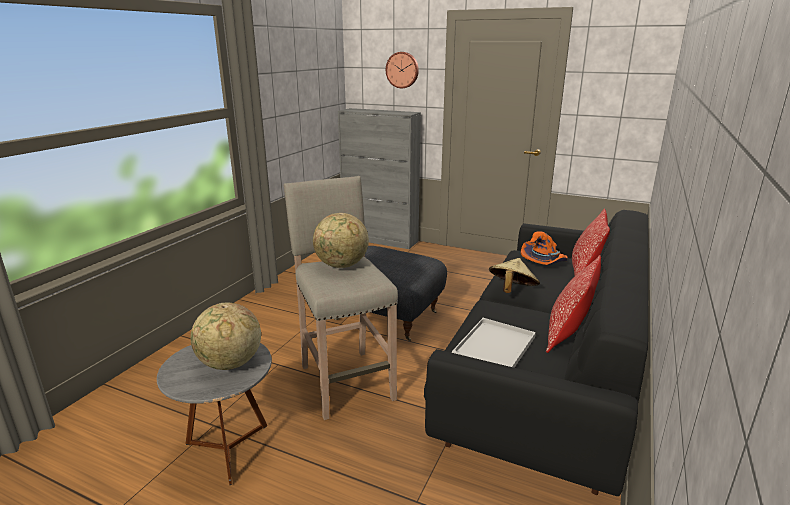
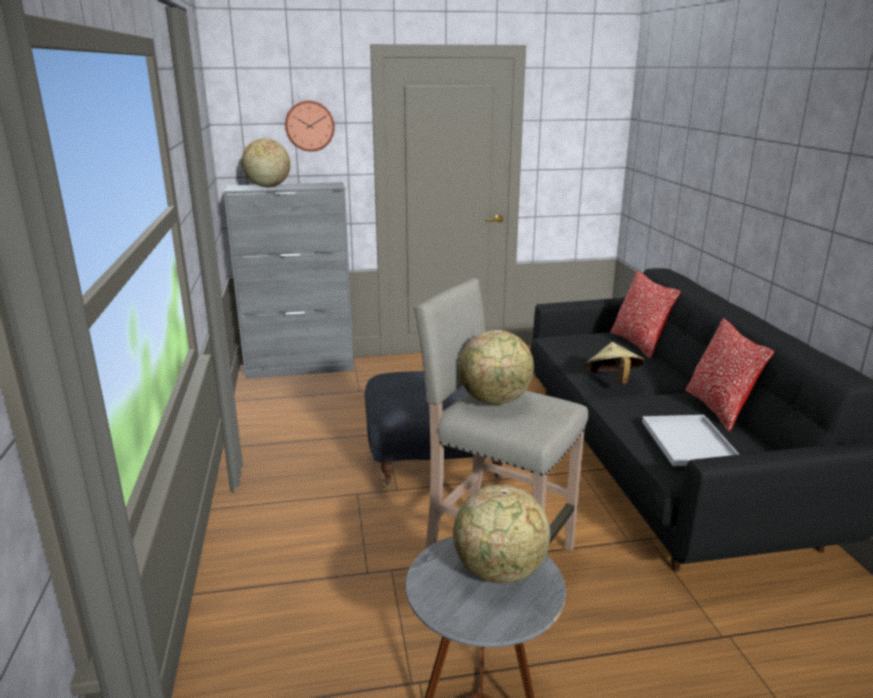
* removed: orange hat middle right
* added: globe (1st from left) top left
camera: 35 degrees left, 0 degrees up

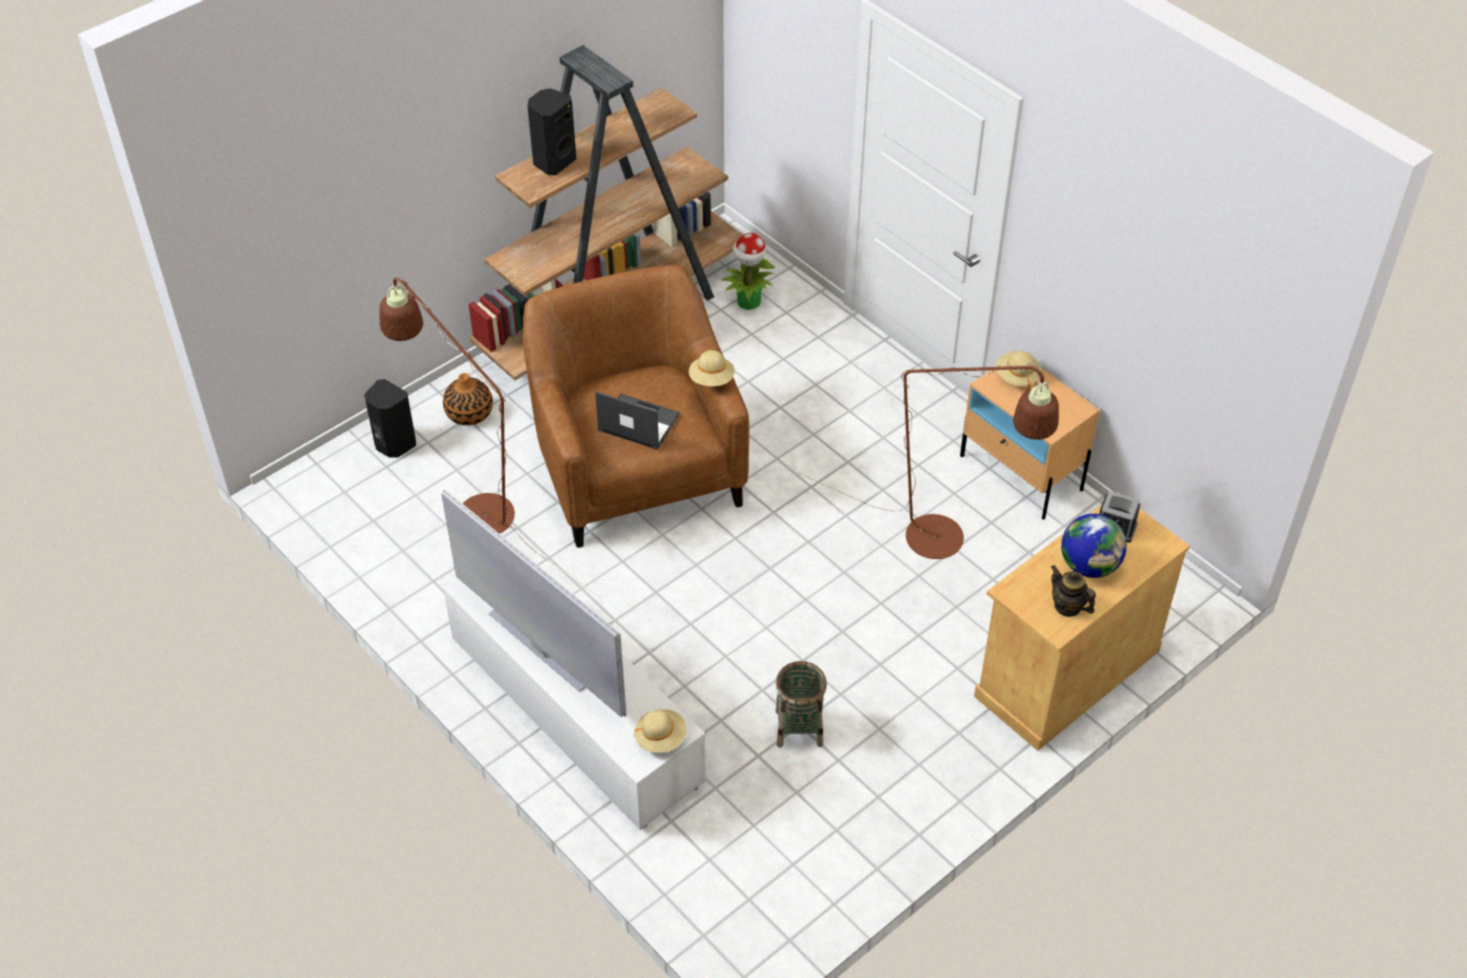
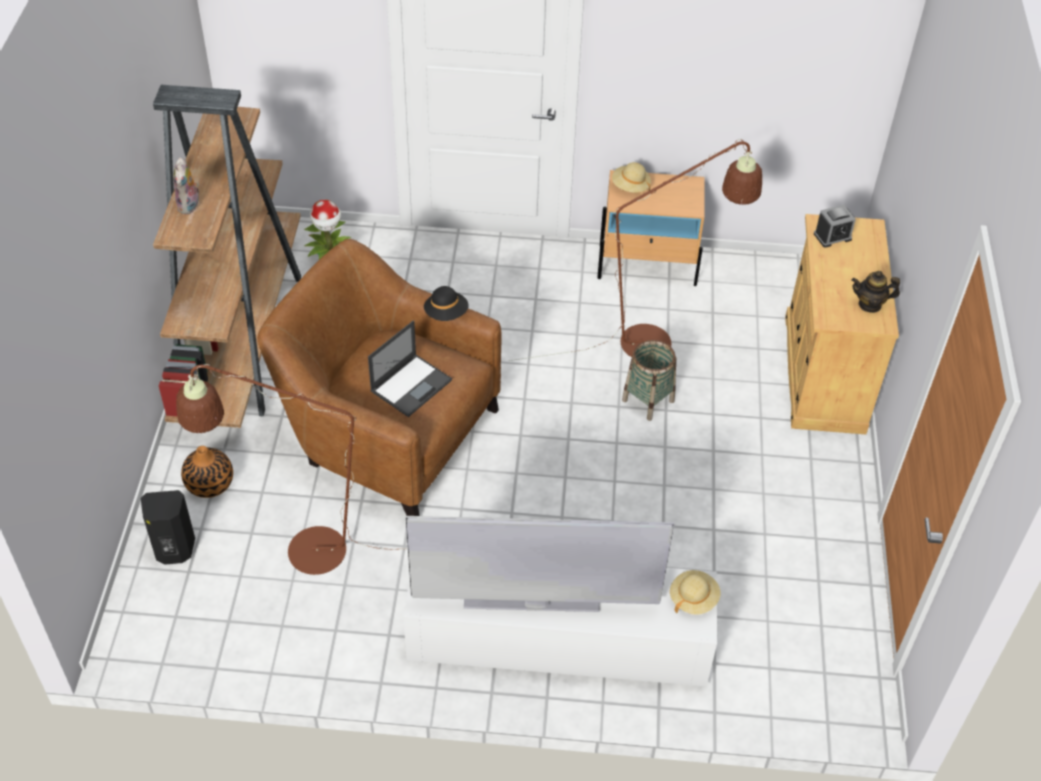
* replaced: black speaker (2nd from left) top centre to plush toy top left
* turned: laptop centre = centre 150 degrees clockwise
* recoloured: beige hat (2nd from left) centre to black hat centre
* moved: basket bottom centre to centre
* removed: globe middle right
camera: 45 degrees left, 0 degrees up

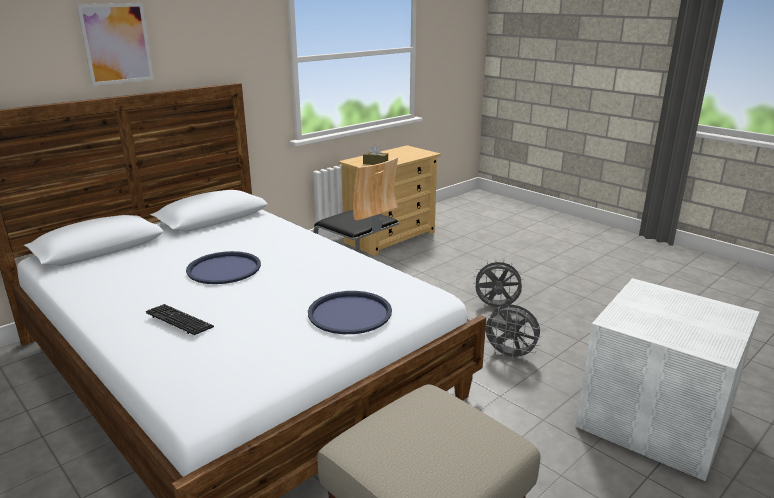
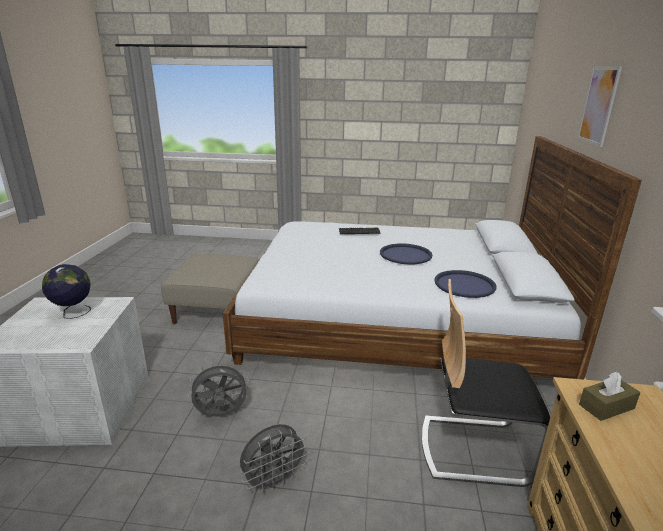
* moved: blue tray (2nd from left) centre to middle right
* added: globe middle left
camera: 140 degrees right, 0 degrees up

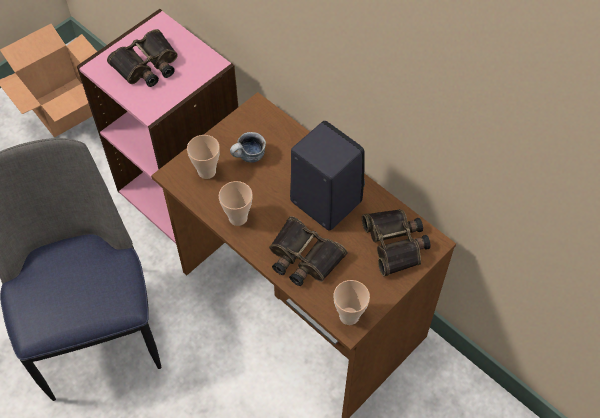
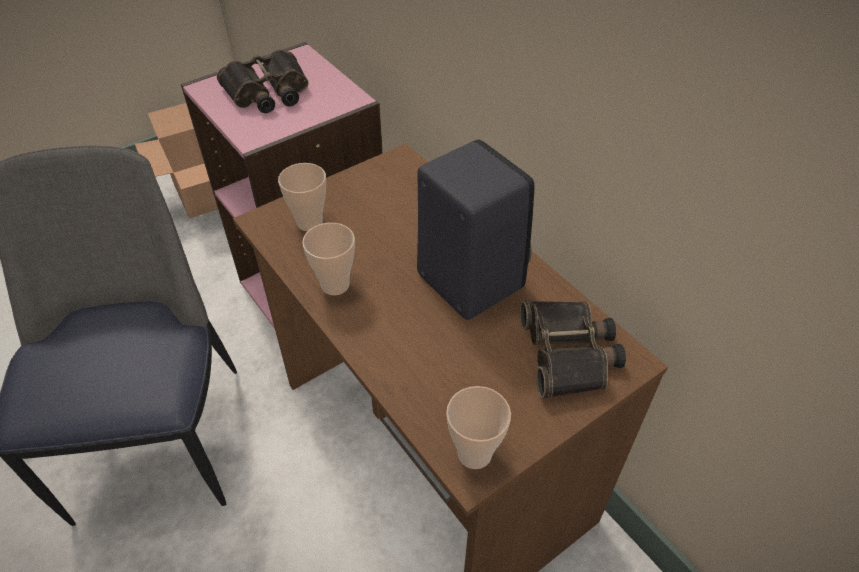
* removed: mug centre
* removed: binoculars (2nd from left) centre
camera: 10 degrees right, 10 degrees down

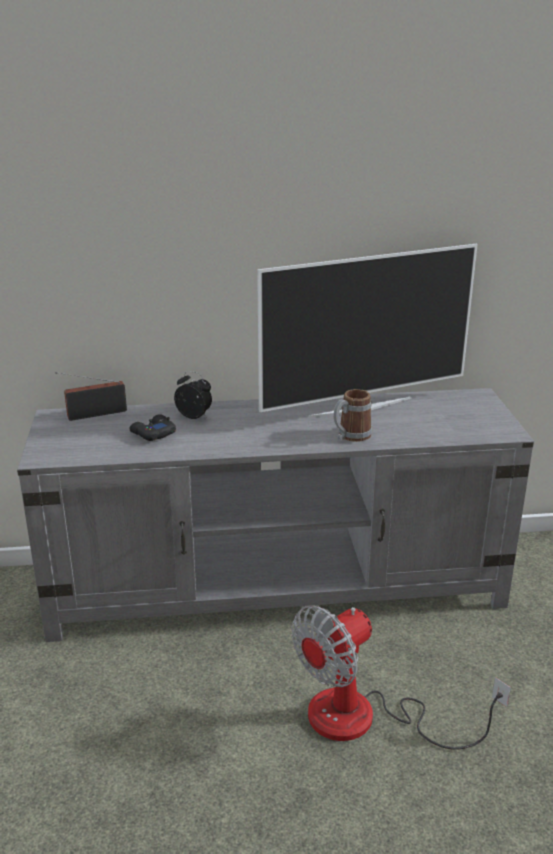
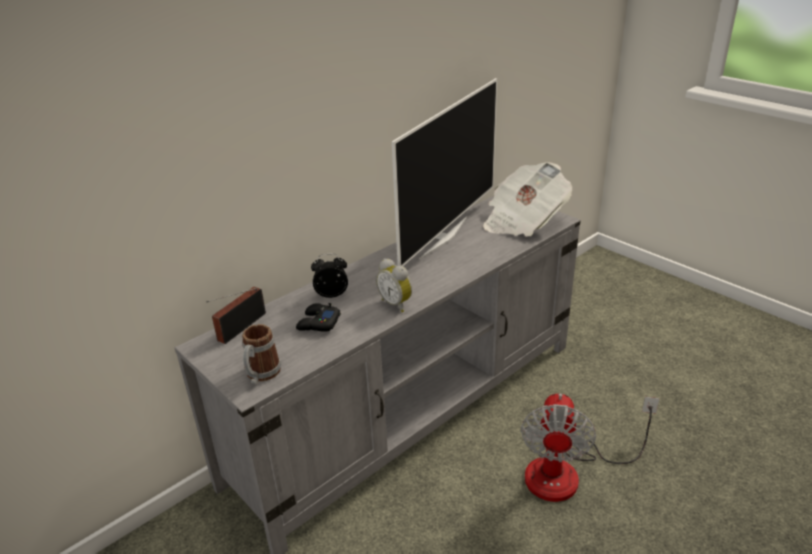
* moved: mug centre to middle left
* added: alarm clock (2nd from left) centre
* added: newspaper centre
camera: 35 degrees left, 5 degrees up

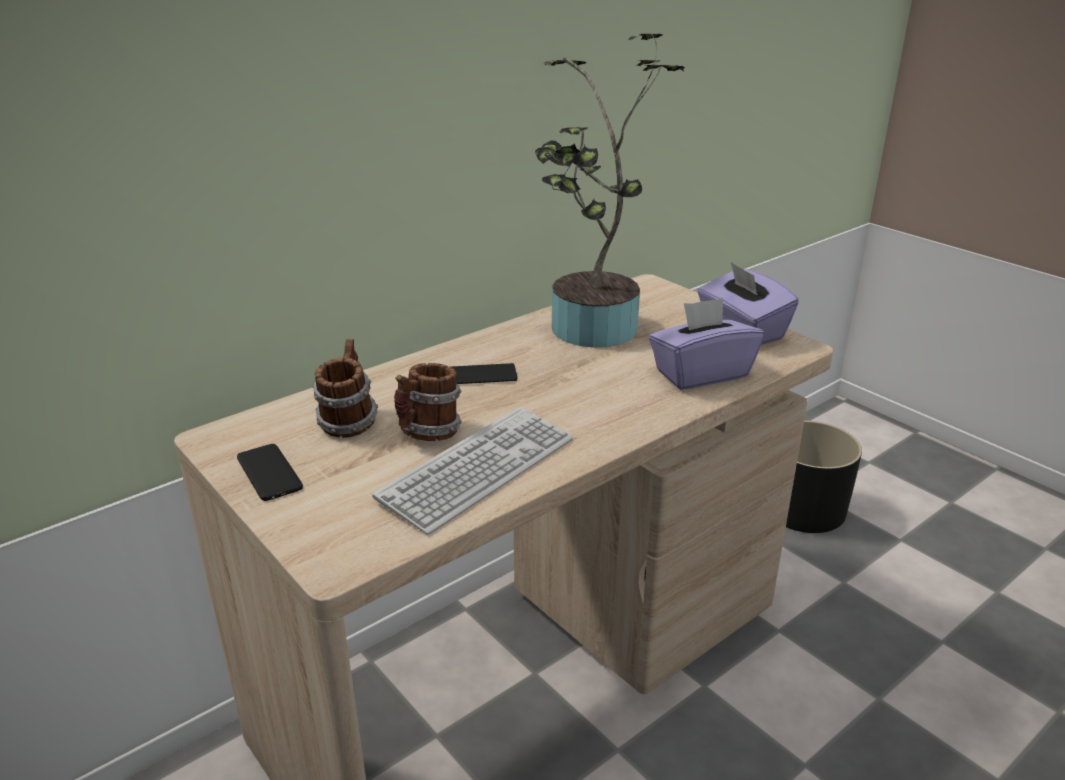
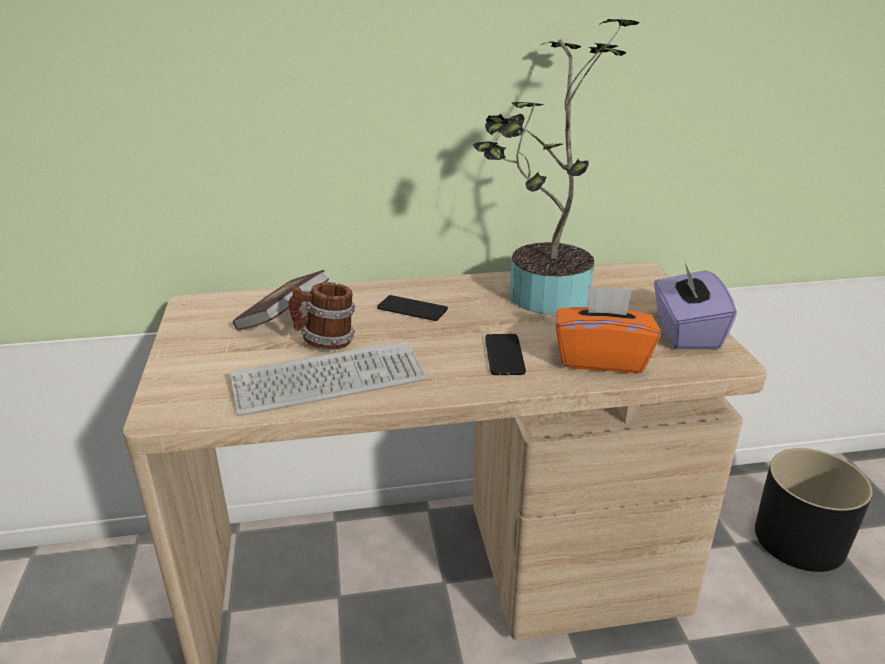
* moved: phone (1st from left in the first image) middle left to phone (2nd from left) centre
* replaced: mug (1st from left) middle left to book middle left
* recoloured: purple tissue box (1st from left) centre to orange tissue box middle right
camera: 30 degrees right, 0 degrees up

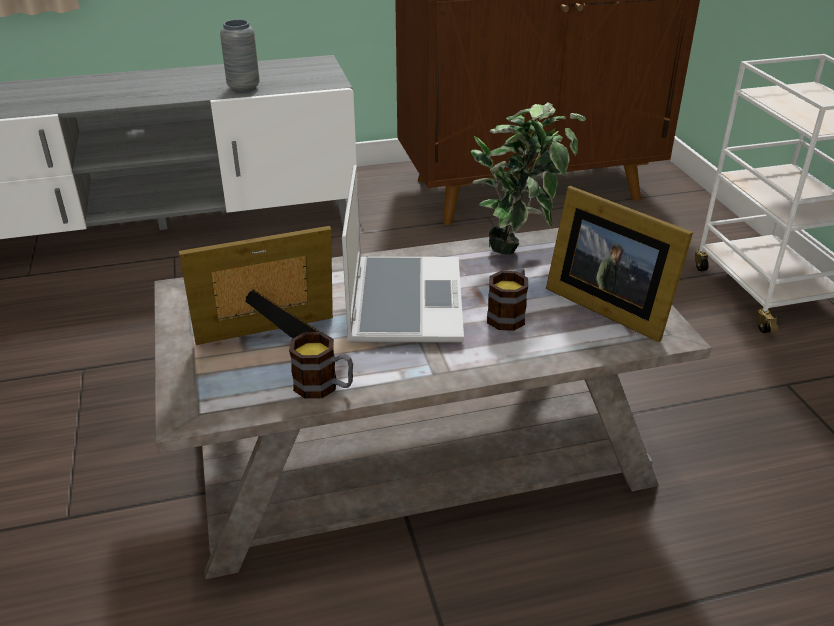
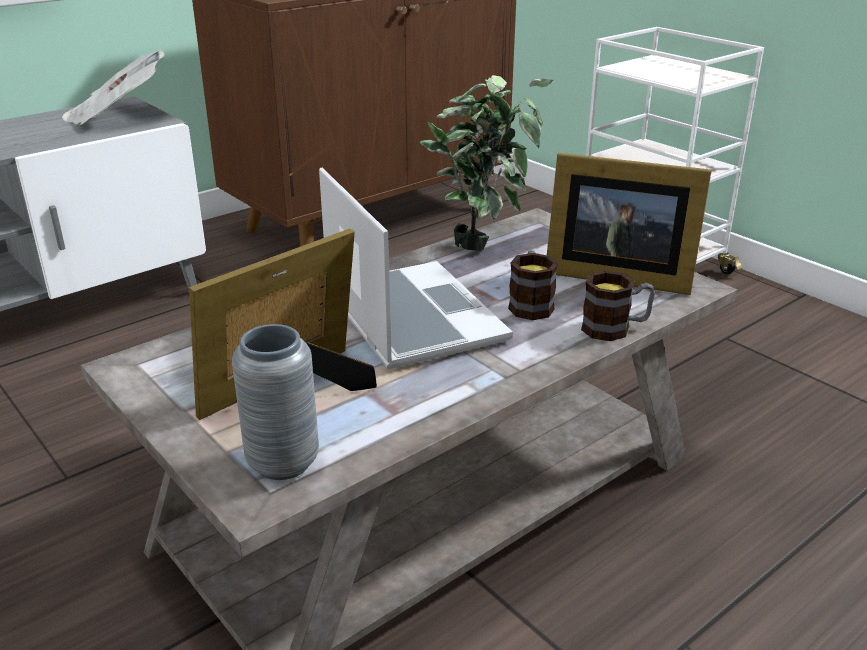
* moved: grey vase top left to middle left
* moved: mug (1st from left in the first image) centre to mug (2nd from left) middle right
* added: newspaper top left
camera: 25 degrees left, 5 degrees down

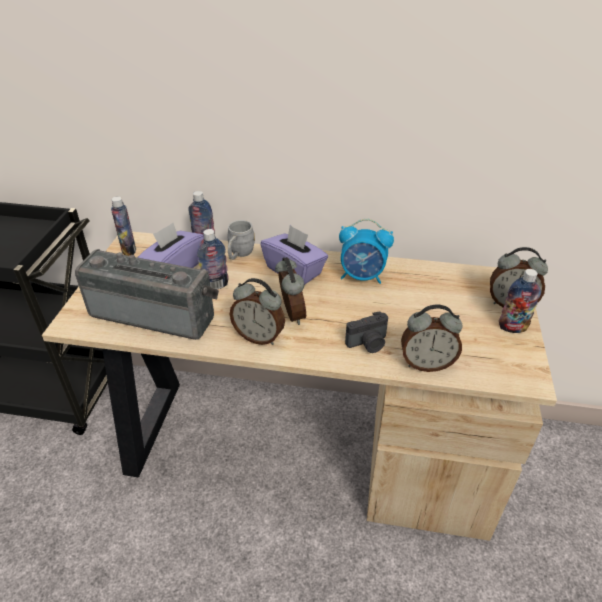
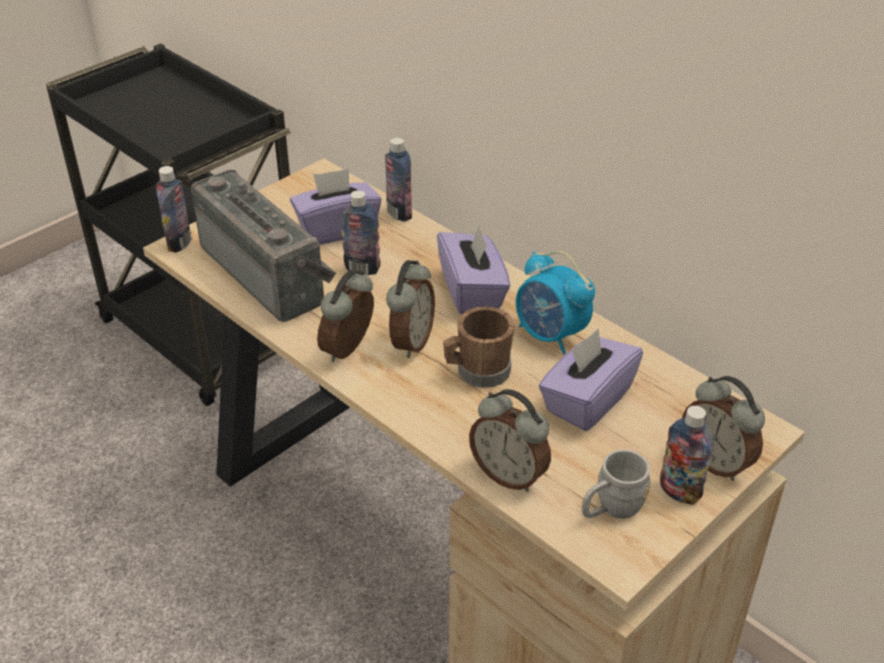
* moved: bottle (1st from left) middle left to top left
* moved: grey mug centre to bottom right
* turned: alarm clock (1st from left) centre = centre 60 degrees clockwise
* removed: photo camera centre
* added: brown mug centre
* added: purple tissue box (3rd from left) middle right
camera: 35 degrees right, 0 degrees up

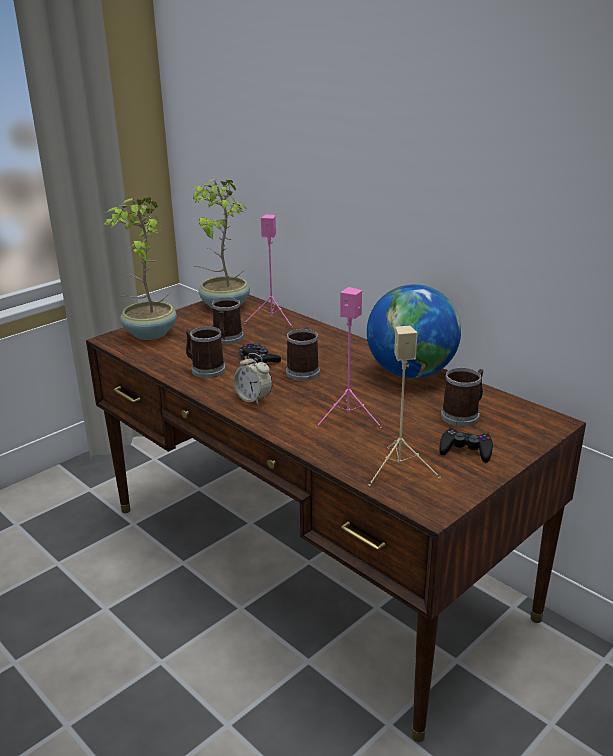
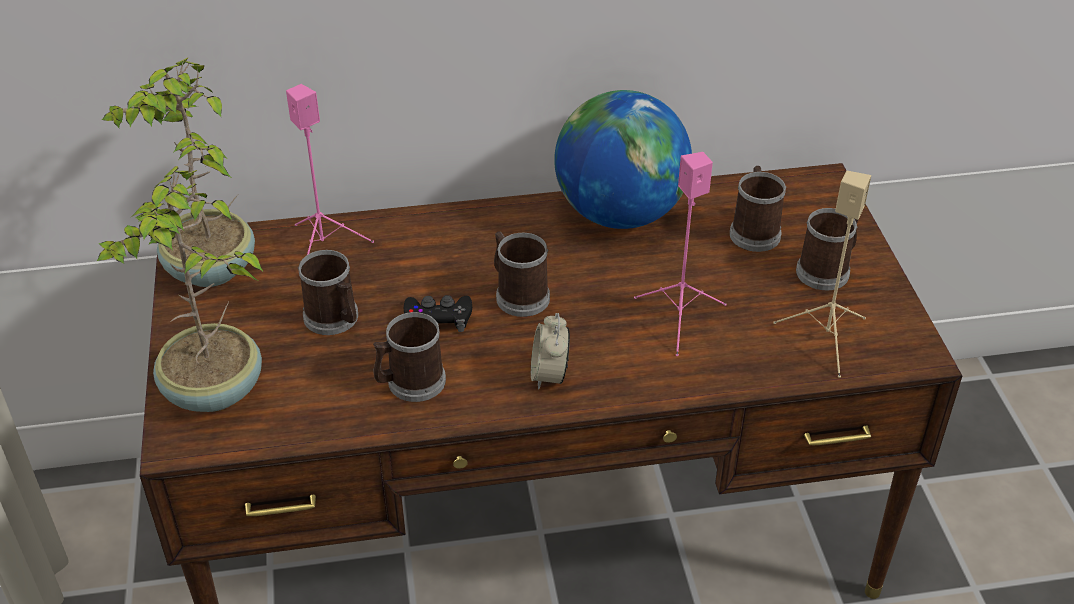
* turned: alarm clock centre = centre 105 degrees clockwise
* replaced: black game controller (2nd from left) middle right to mug (5th from left) middle right
camera: 55 degrees left, 15 degrees up

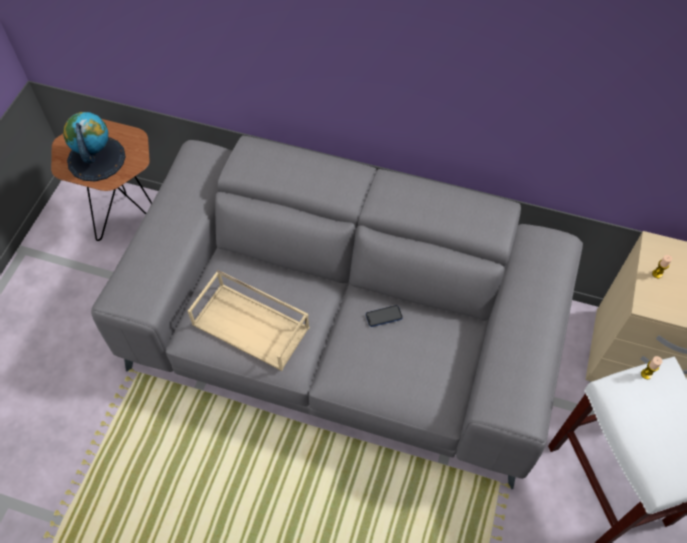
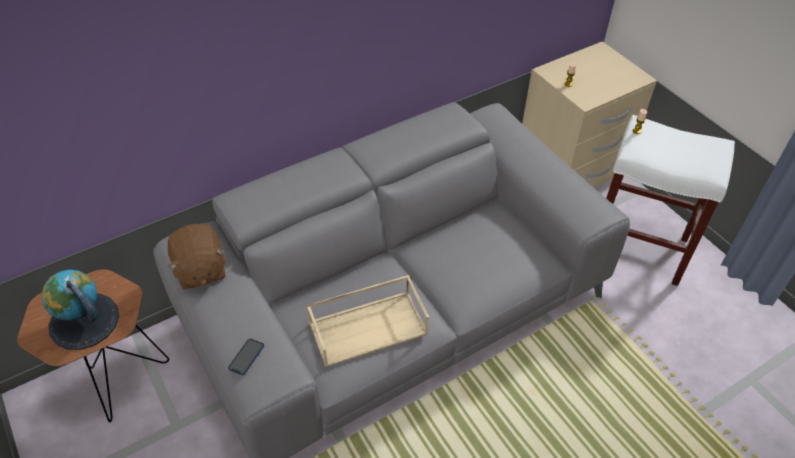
* moved: phone centre to bottom left
* added: brown plush toy middle left
camera: 50 degrees left, 10 degrees down

